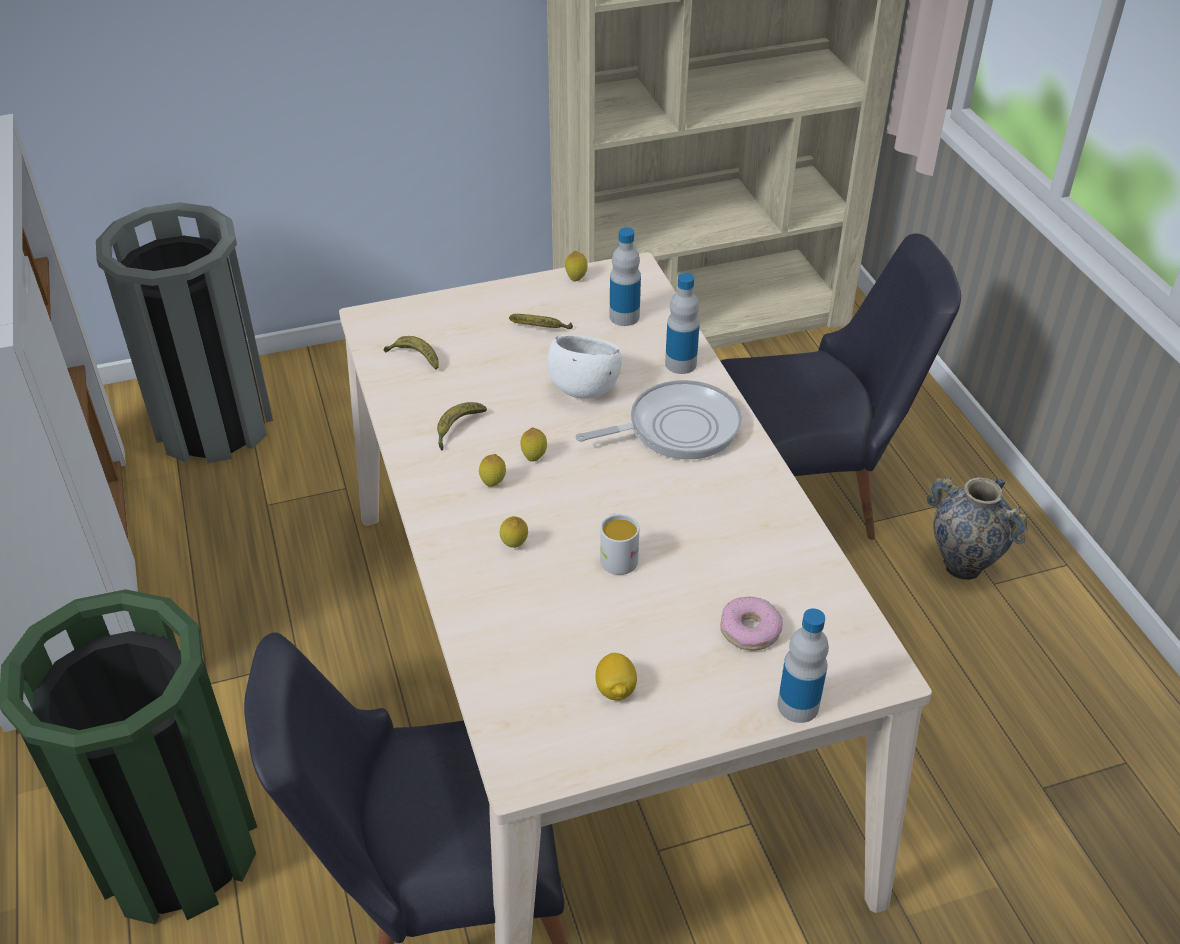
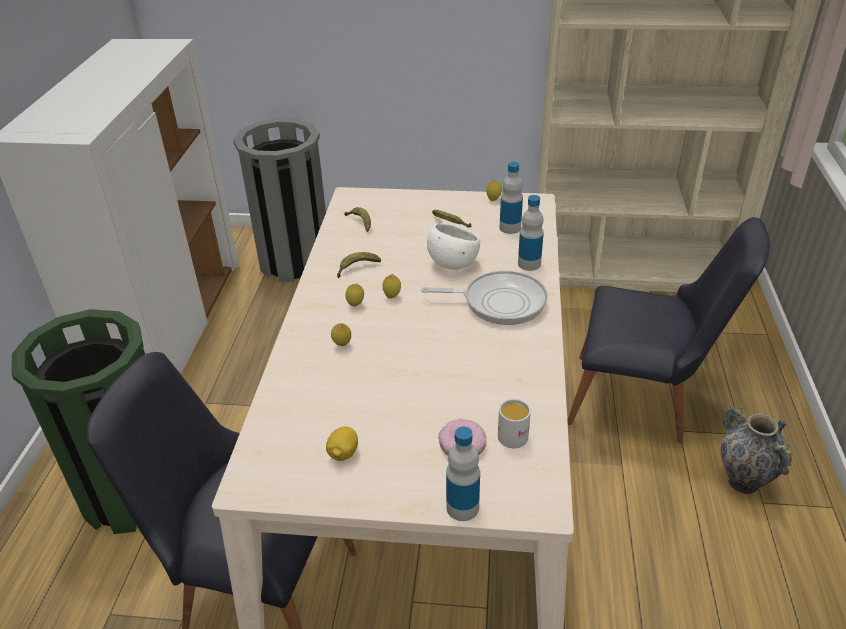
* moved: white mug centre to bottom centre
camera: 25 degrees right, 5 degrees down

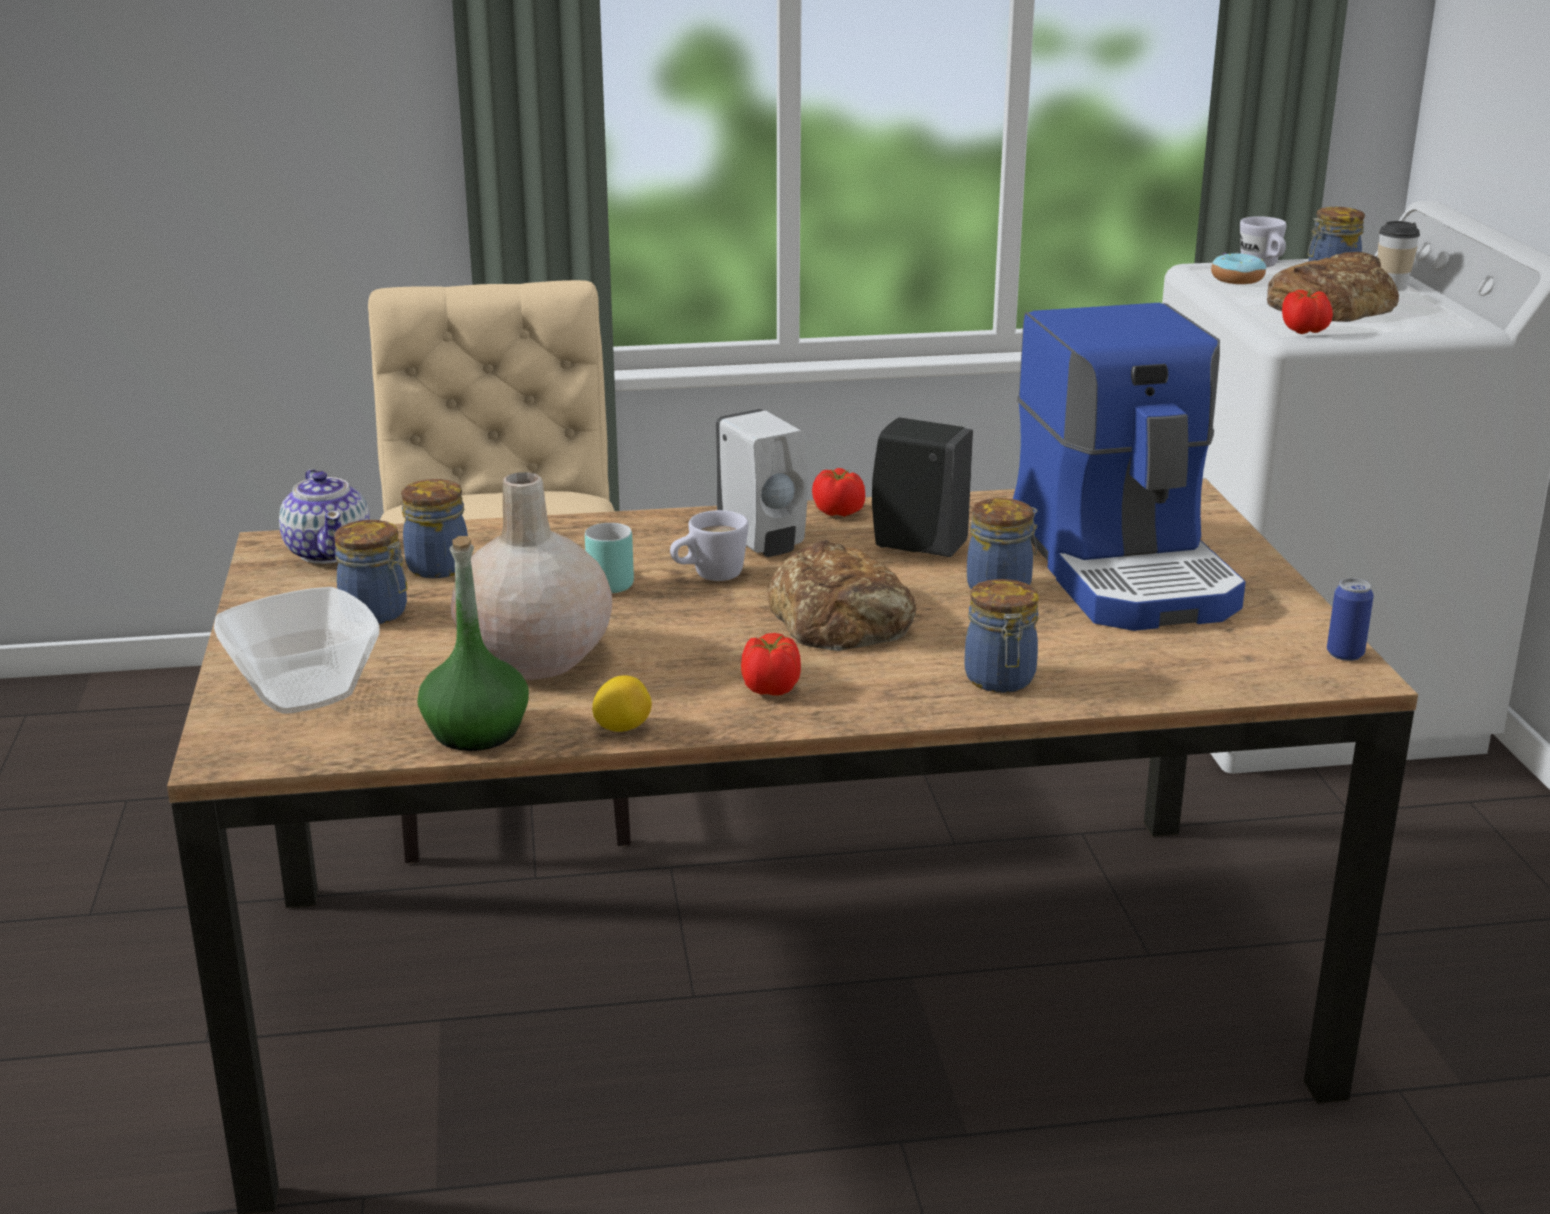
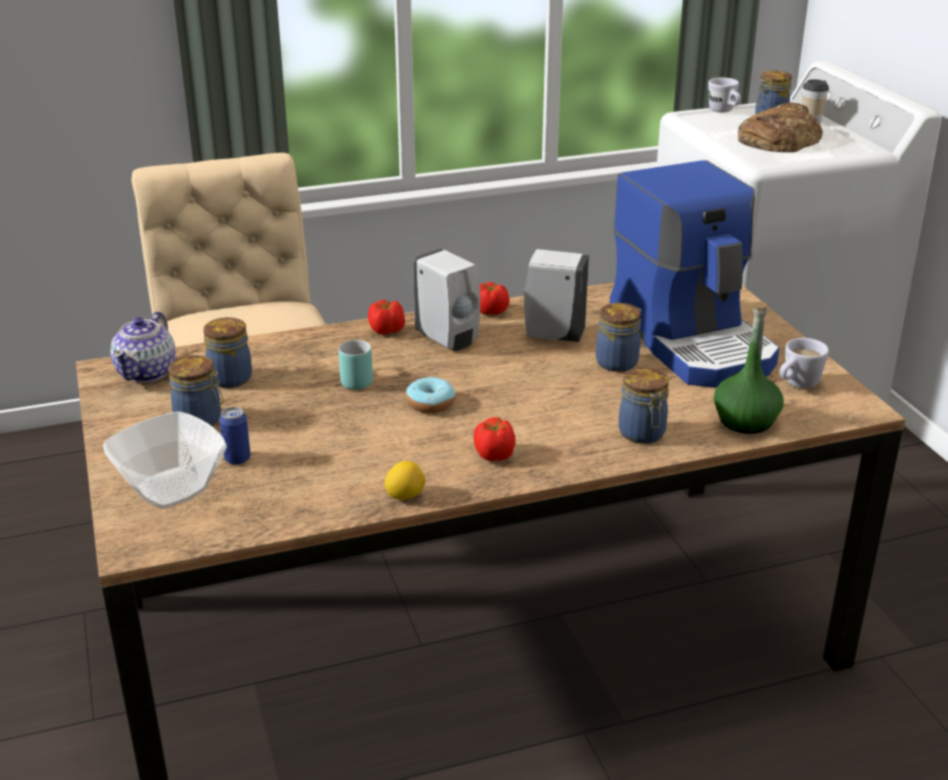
* turned: teapot middle left = middle left 45 degrees clockwise
* moved: green bottle middle left to middle right
* removed: beige vase centre
* moved: white mug (1st from left in the first image) centre to white mug (2nd from left) middle right
* removed: bread (1st from left) centre
* recoloured: black soap dispenser centre to white soap dispenser (2nd from left) centre
* moved: donut top right to centre
* moved: tomato (3rd from left in the first image) top right to tomato (1st from left) centre
* moved: can middle right to middle left
camera: 10 degrees left, 5 degrees up

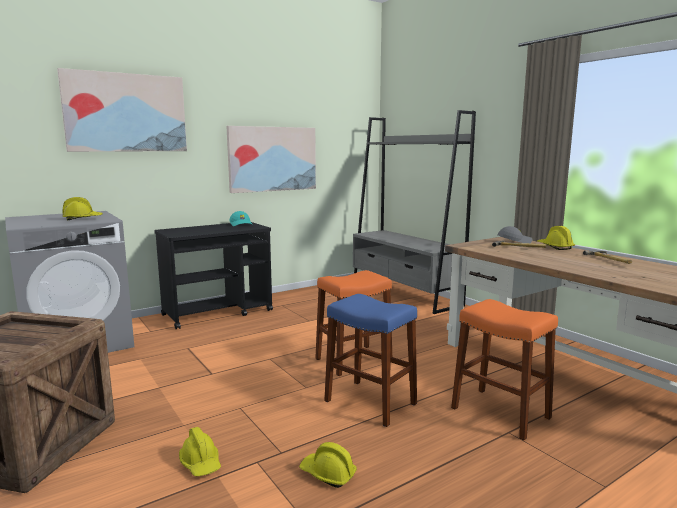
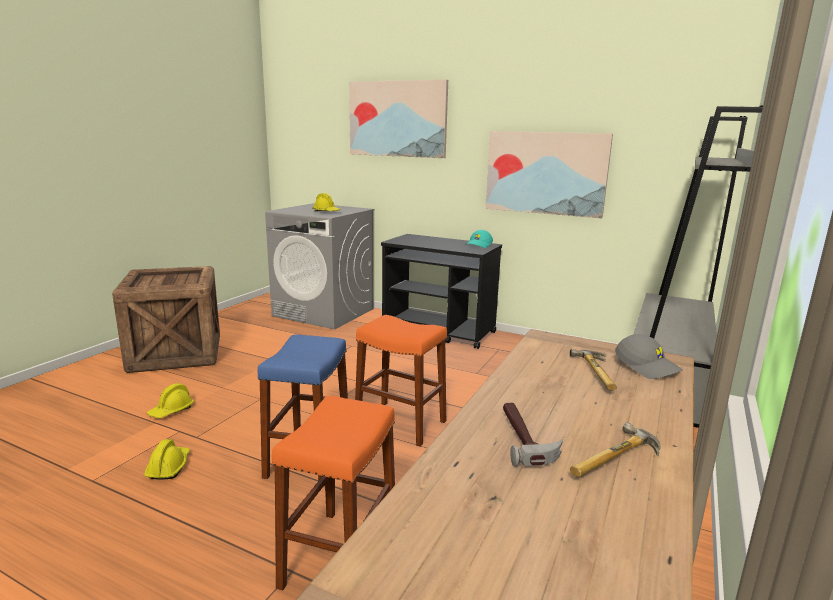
* removed: yellow hard hat (4th from left) middle right
* added: hammer (1st from left) bottom centre
camera: 60 degrees right, 5 degrees up

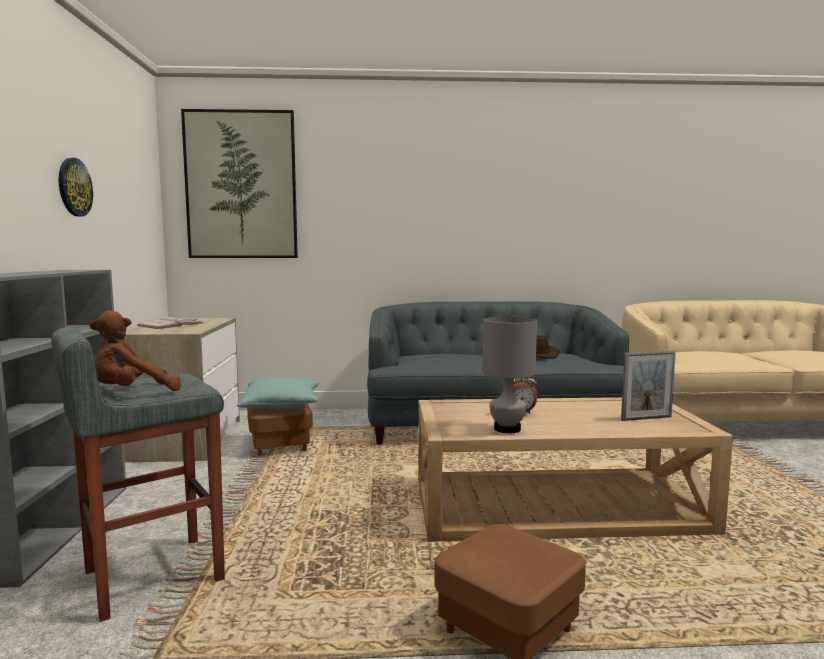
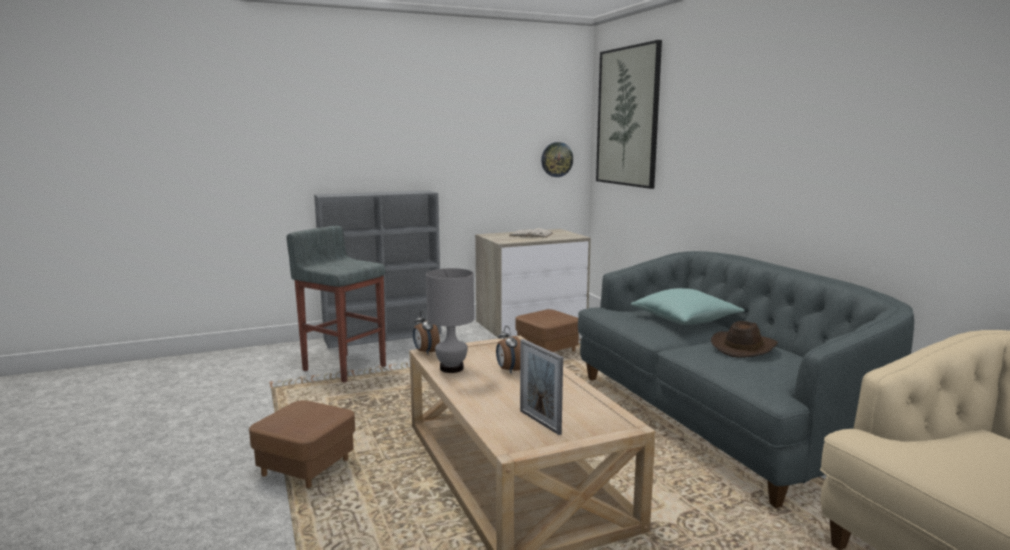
* moved: wall clock top left to top centre
* removed: brown plush toy middle left
* moved: turquoise pillow centre to middle right
* added: alarm clock (1st from left) centre
camera: 70 degrees right, 5 degrees up

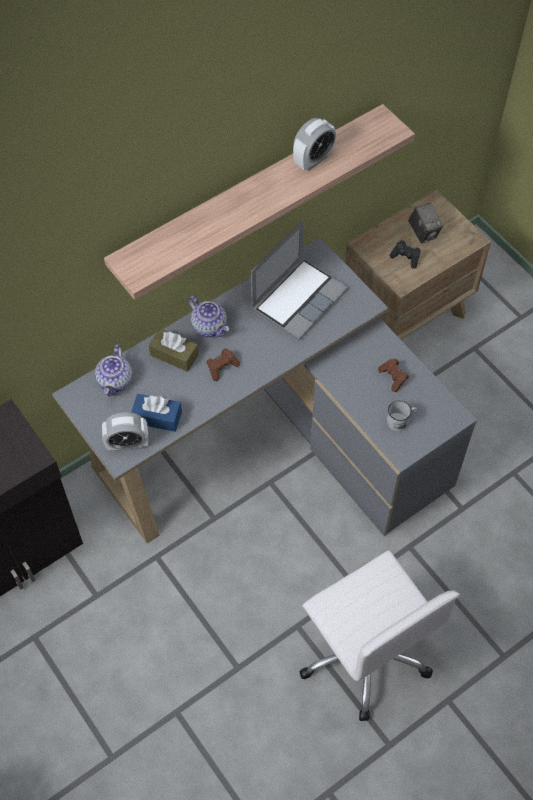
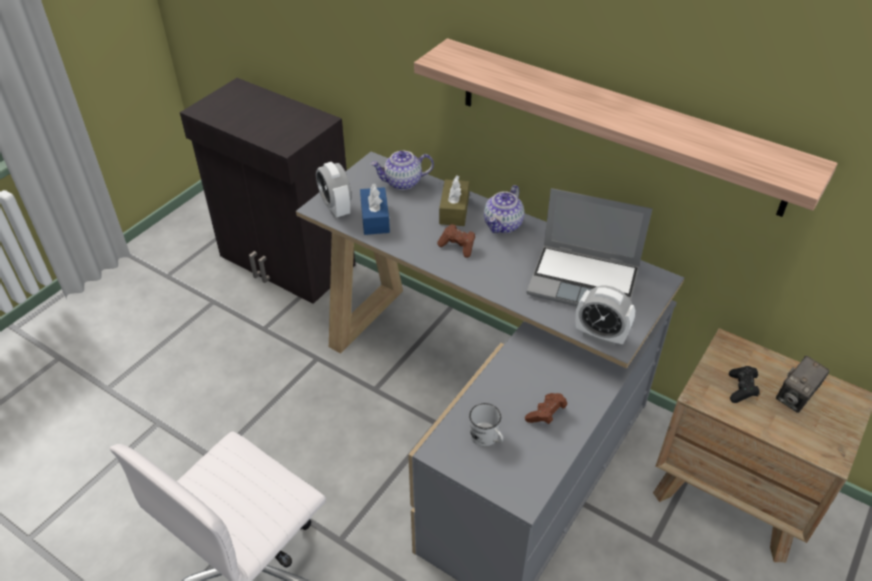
* moved: alarm clock (2nd from left) top centre to middle right
camera: 70 degrees right, 15 degrees down

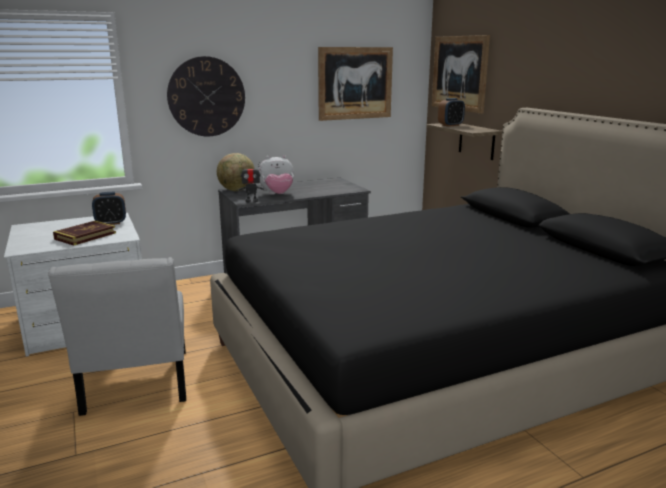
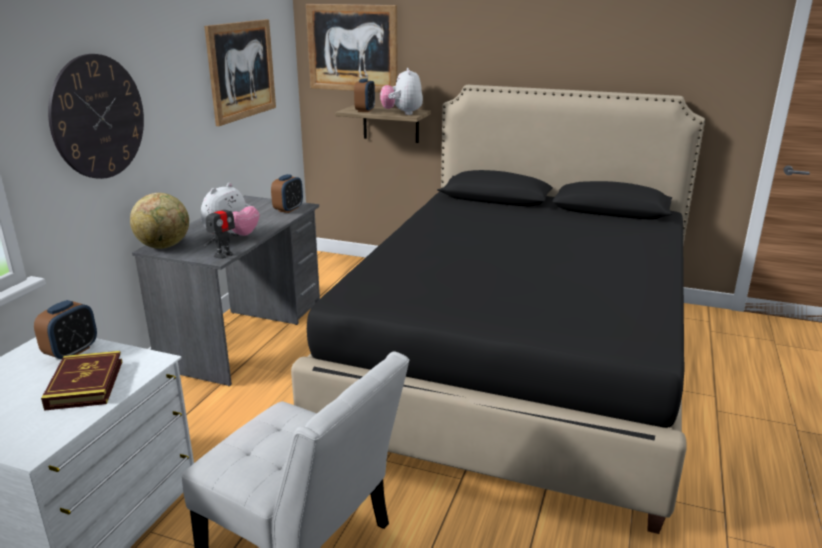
* added: alarm clock (2nd from left) centre
* added: plush toy (2nd from left) top centre
camera: 45 degrees left, 5 degrees up

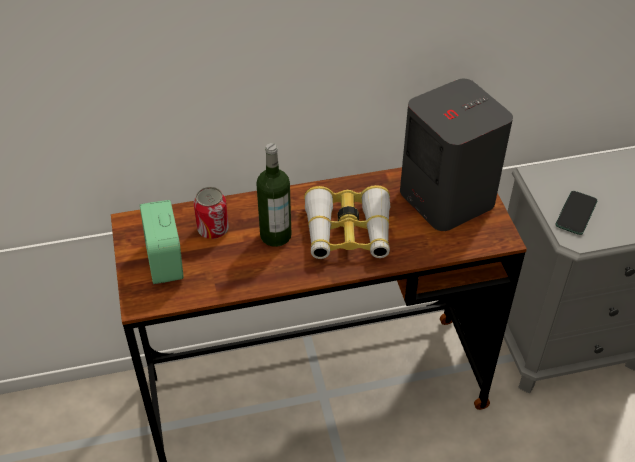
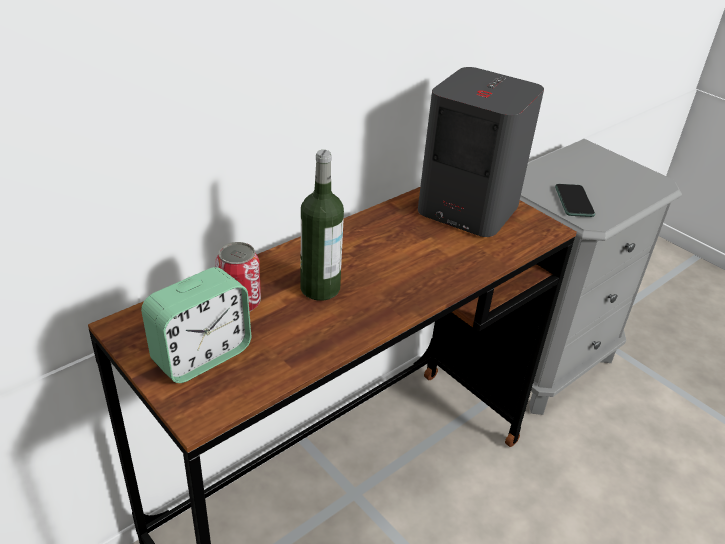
* turned: alarm clock middle left = middle left 90 degrees counterclockwise
* removed: binoculars centre
camera: 30 degrees left, 10 degrees down

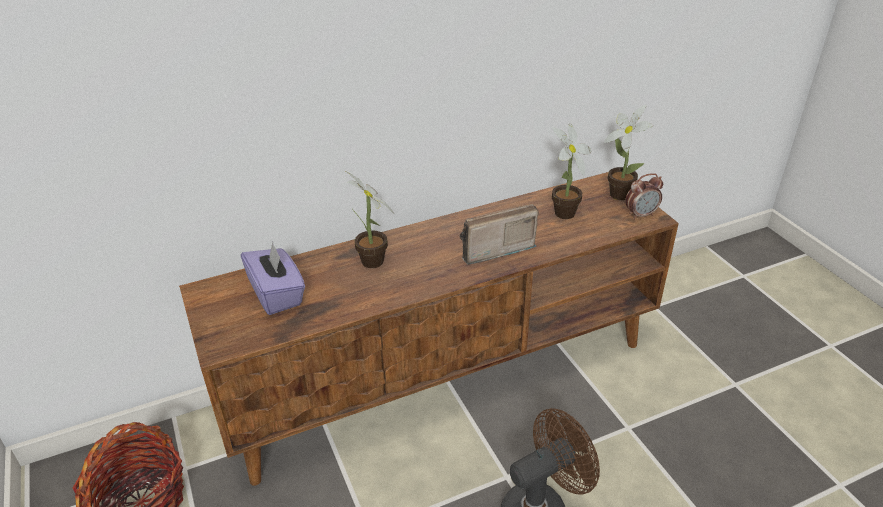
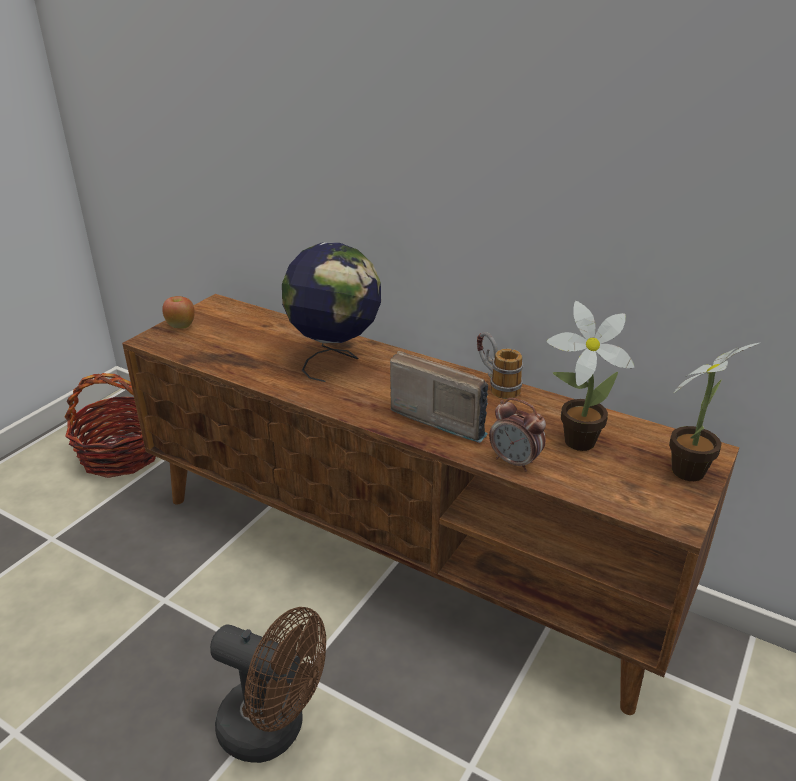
* removed: purple tissue box middle left
* replaced: potted plant (1st from left) centre to globe centre
* moved: alarm clock middle right to centre
* added: apple middle left
* added: mug centre
camera: 55 degrees right, 5 degrees down

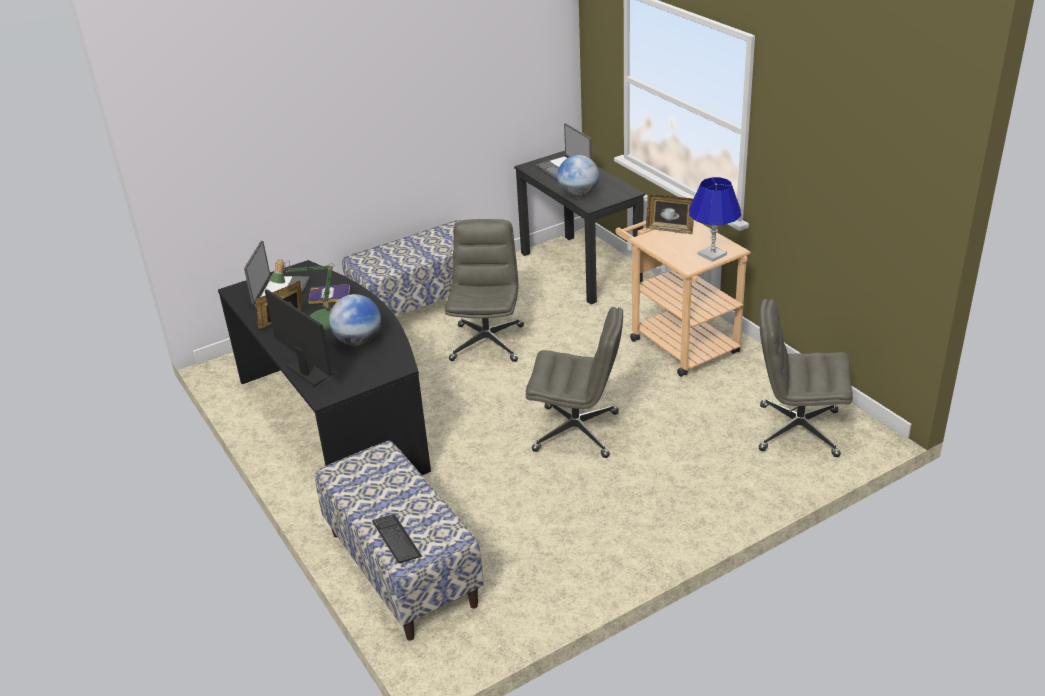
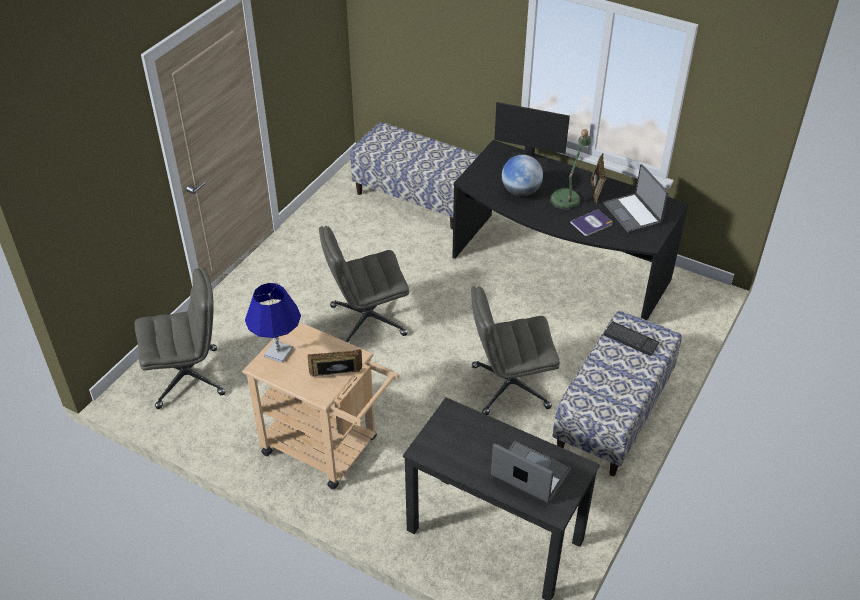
* moved: keyboard bottom centre to middle right
* turned: grey office chair (1st from left in the first image) centre = centre 105 degrees clockwise
* removed: globe (2nd from left) top centre
camera: 150 degrees right, 10 degrees up

